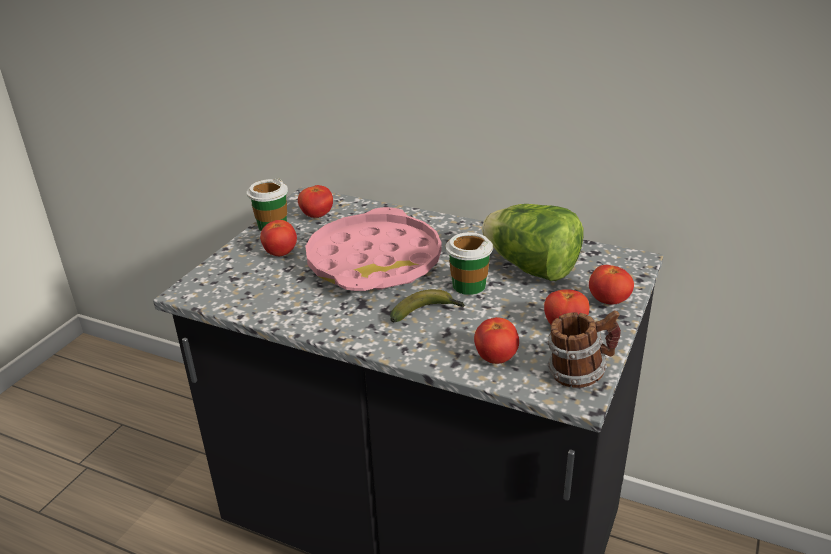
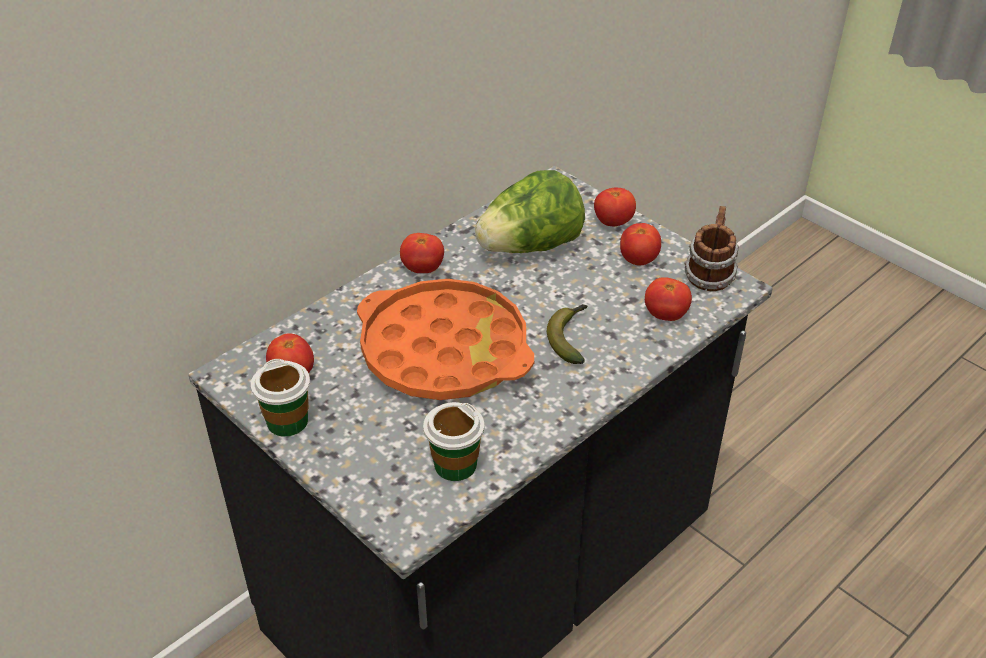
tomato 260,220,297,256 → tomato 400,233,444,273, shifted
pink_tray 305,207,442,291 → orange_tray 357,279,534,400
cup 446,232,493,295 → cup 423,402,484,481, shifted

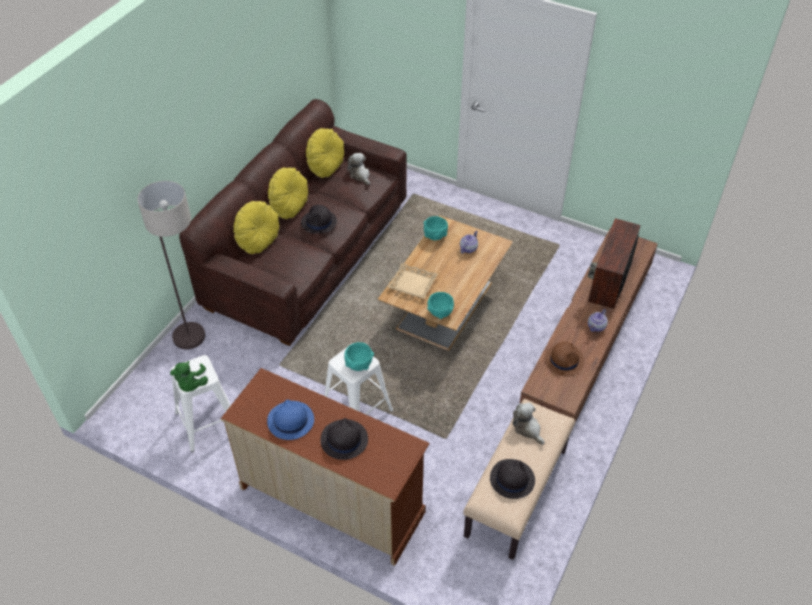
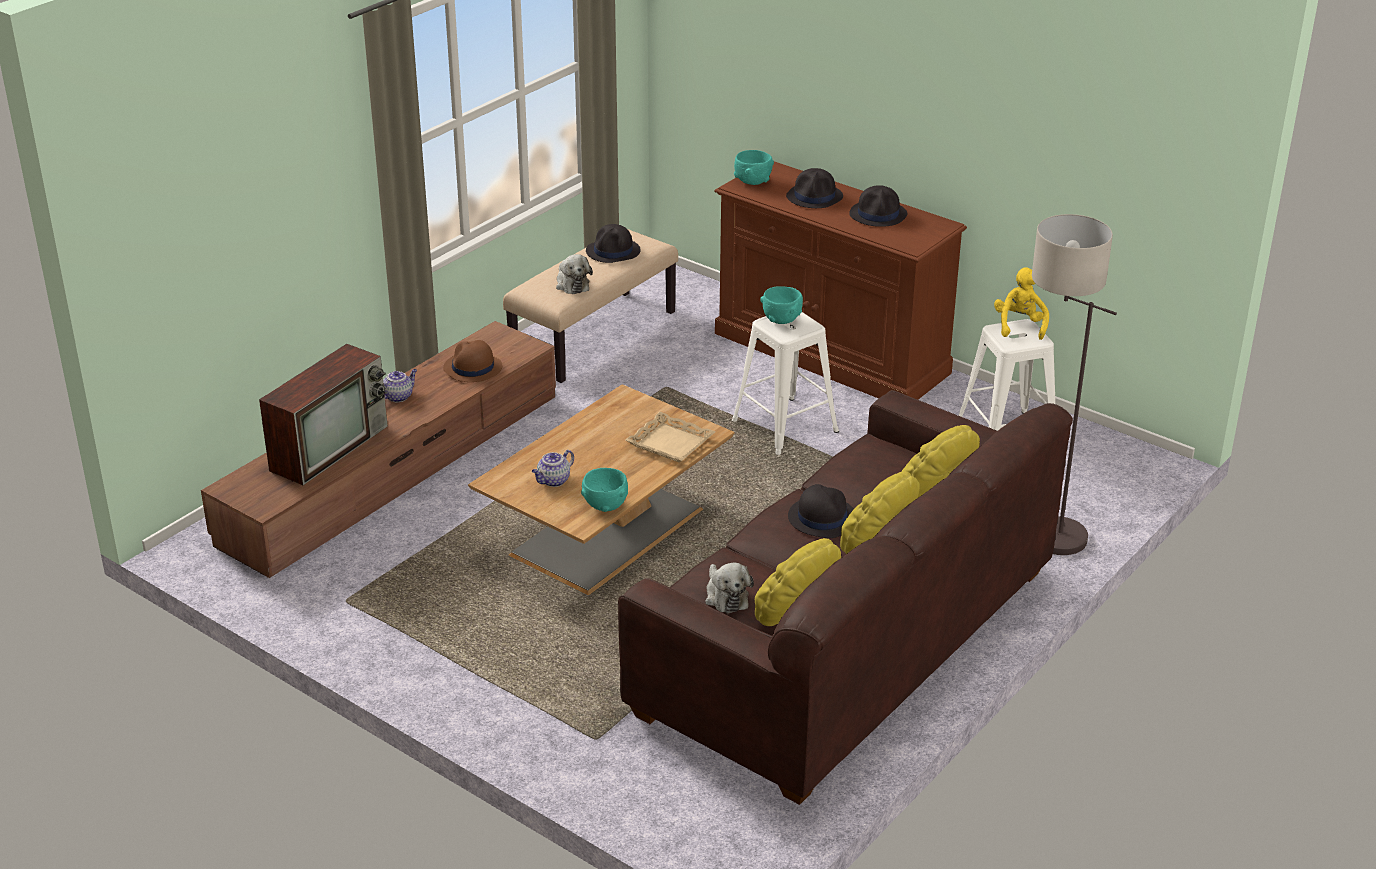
green_plush_toy 170,361,208,392 → yellow_plush_toy 994,267,1049,340
blue_hat 267,400,314,440 → black_hat 849,185,908,227
turquoise_bowl 427,292,454,319 → turquoise_bowl 734,150,774,185, shifted

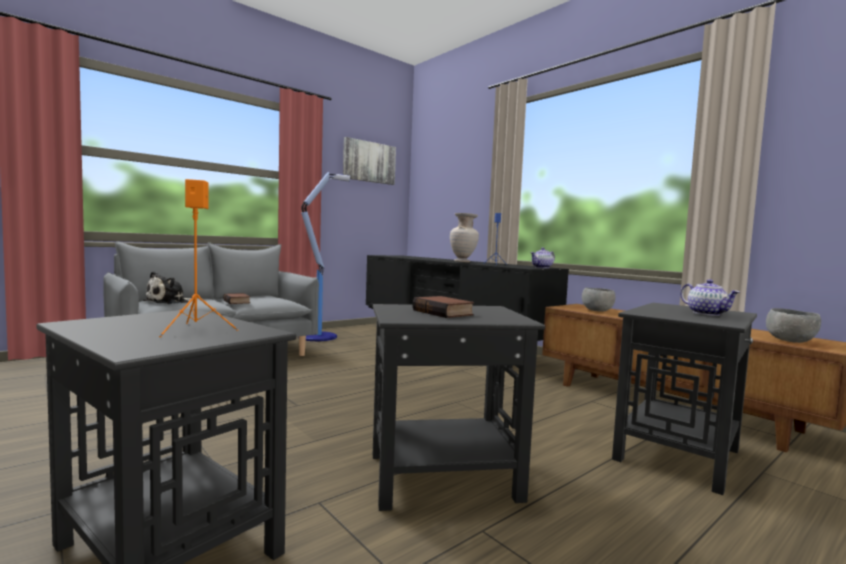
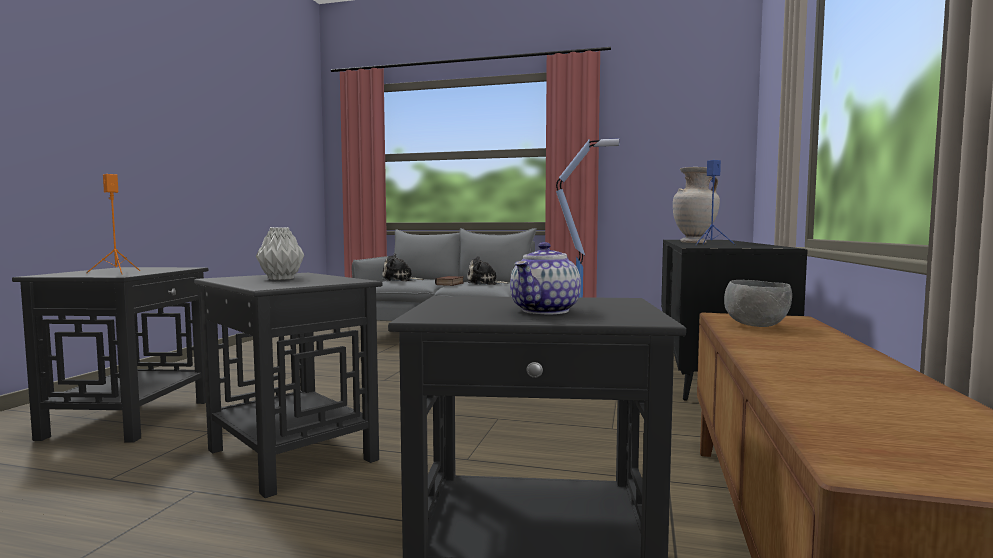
picture 343,137,396,185 → -
book 413,296,474,318 → grey_vase 256,227,304,280
teapot 530,248,555,268 → -
grey_bowl 766,308,821,343 → -
- → plush_toy 467,256,509,285

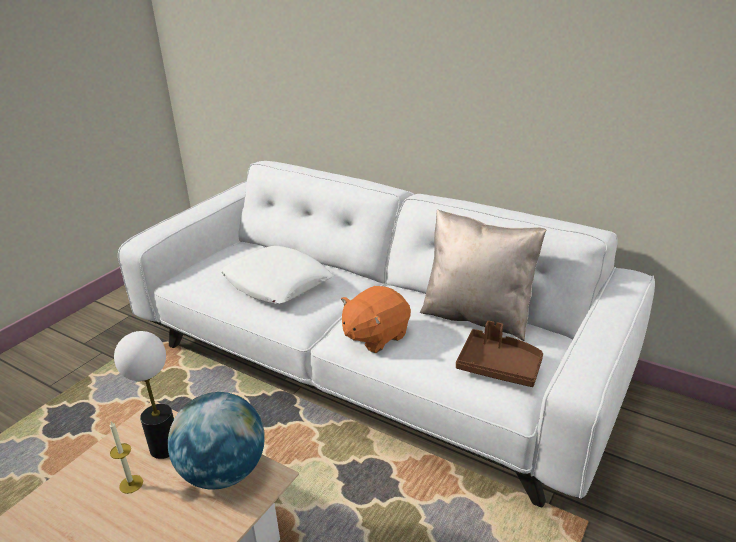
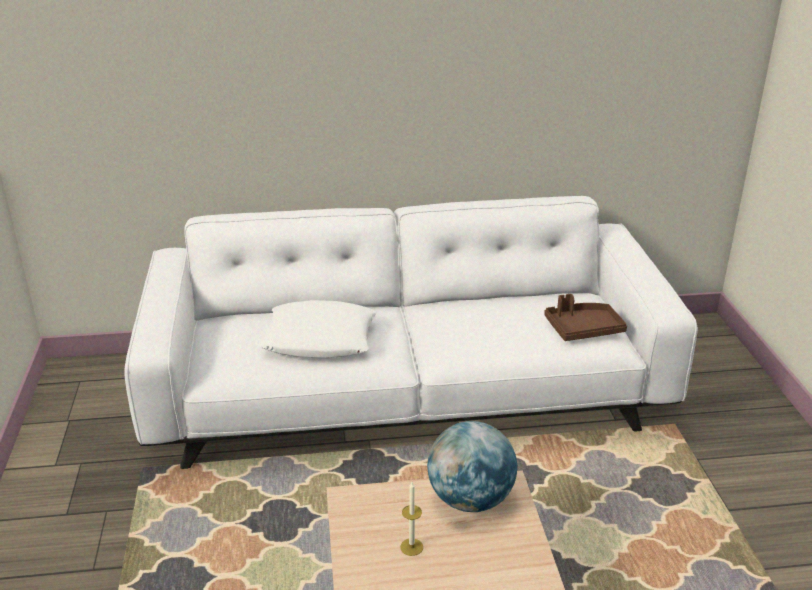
table_lamp 114,331,174,459 → -
orange_plush_toy 341,286,411,353 → -
beige_pillow 420,209,546,341 → -

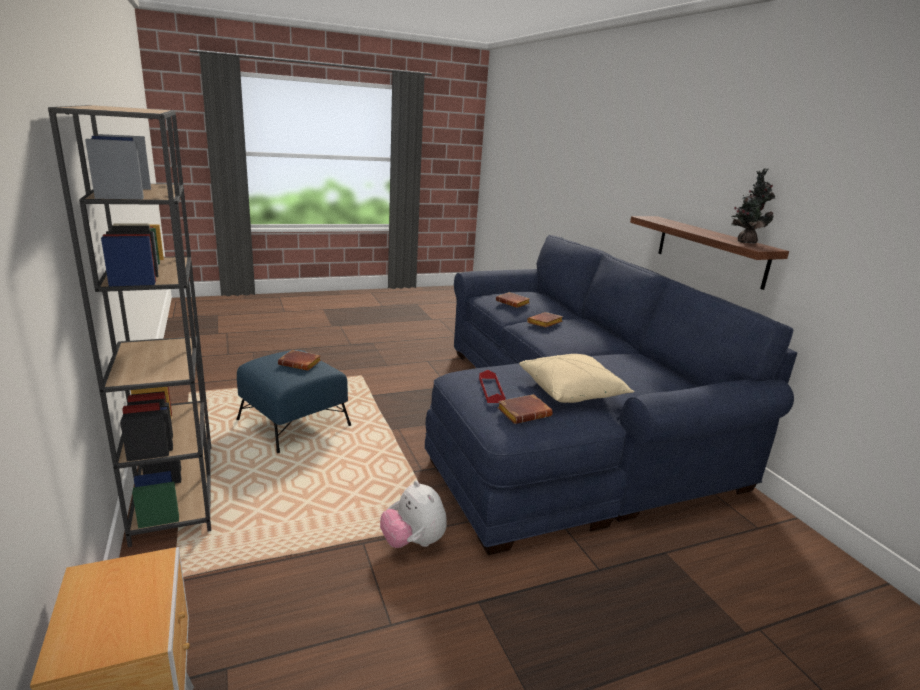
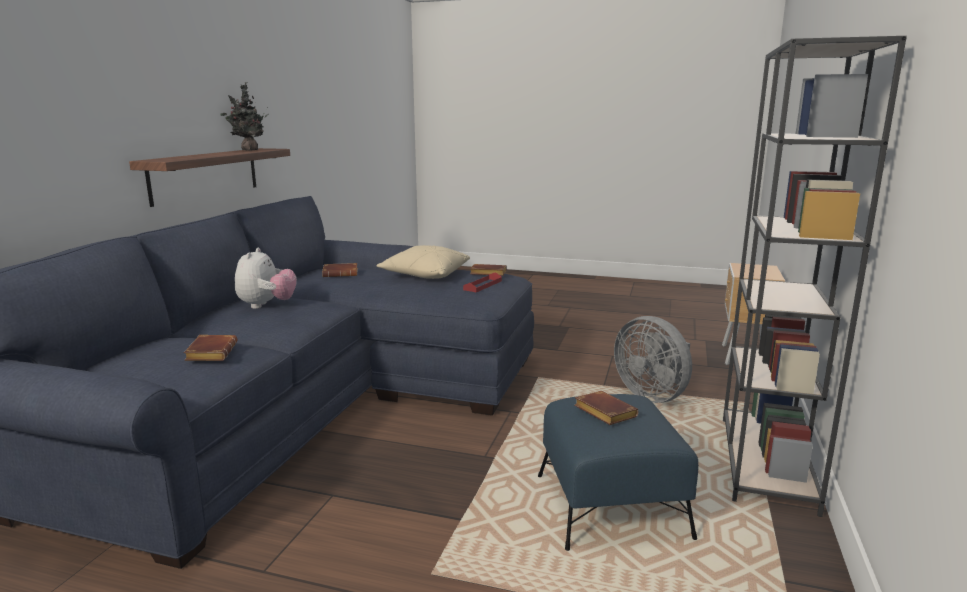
plush_toy 380,481,447,548 → plush_toy 235,248,297,309, shifted
brown_book 527,312,563,328 → brown_book 322,263,358,277, shifted
- → grey_fan 614,316,692,403

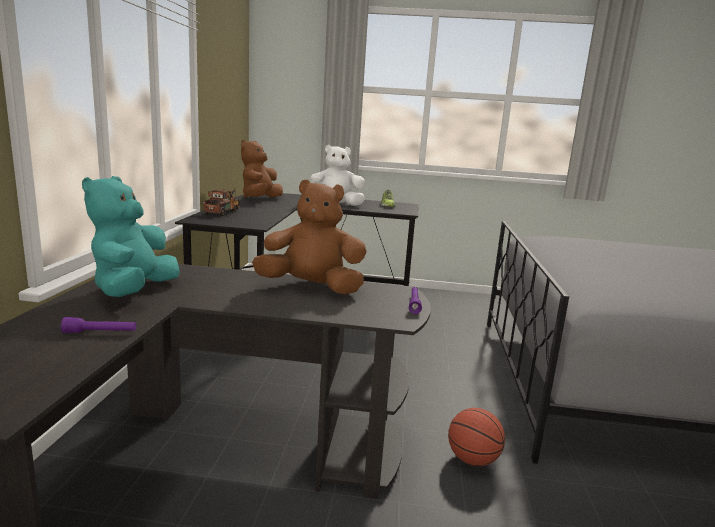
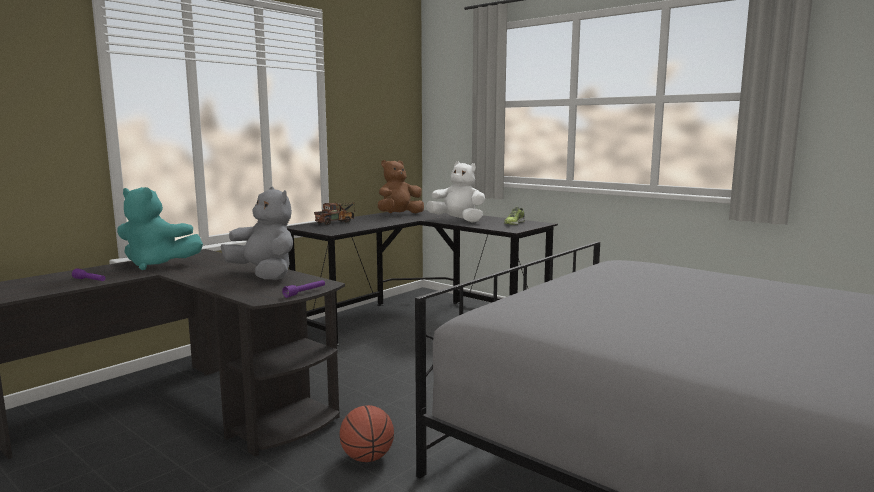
turquoise_plush_toy 82,176,180,297 → turquoise_plush_toy 117,187,203,270, 120 degrees counterclockwise
brown_plush_toy 252,179,367,294 → grey_plush_toy 221,187,293,280

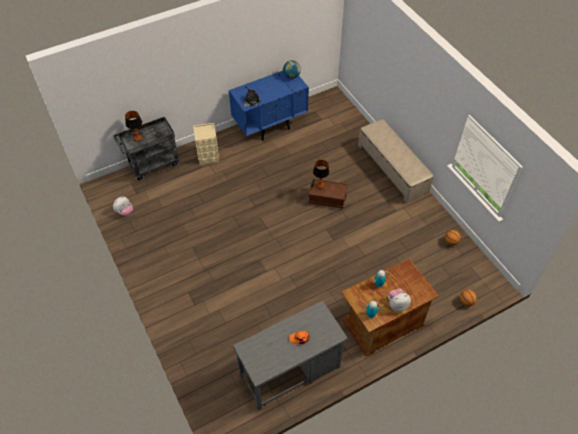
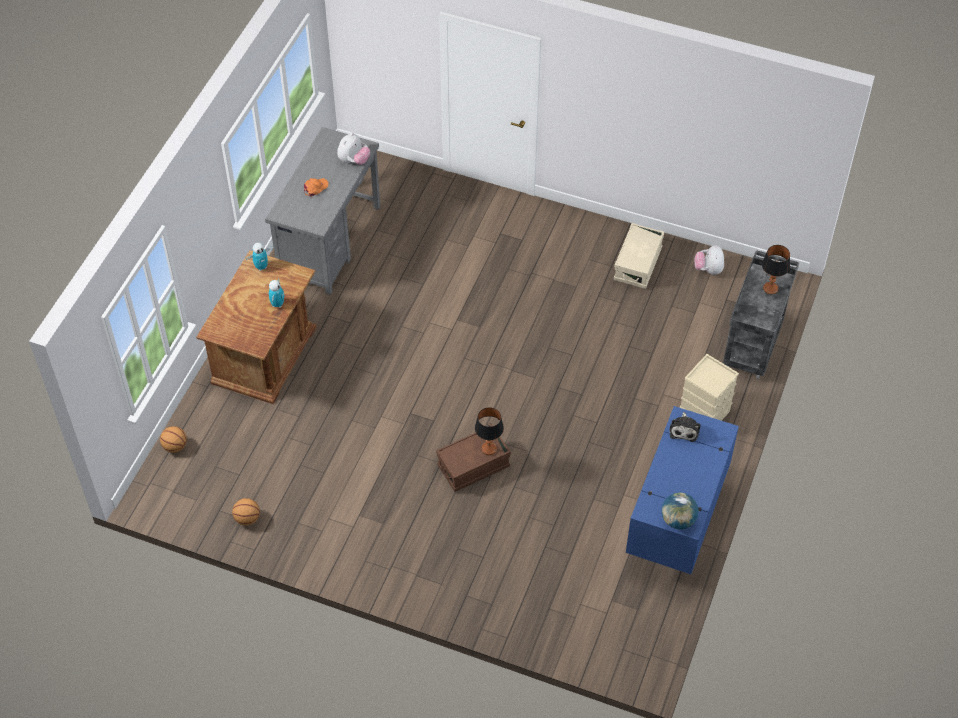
beige_bench 358,119,433,203 → -
plush_toy 388,289,411,312 → plush_toy 337,133,370,165, shifted
- → beige_storage_box 614,223,664,289

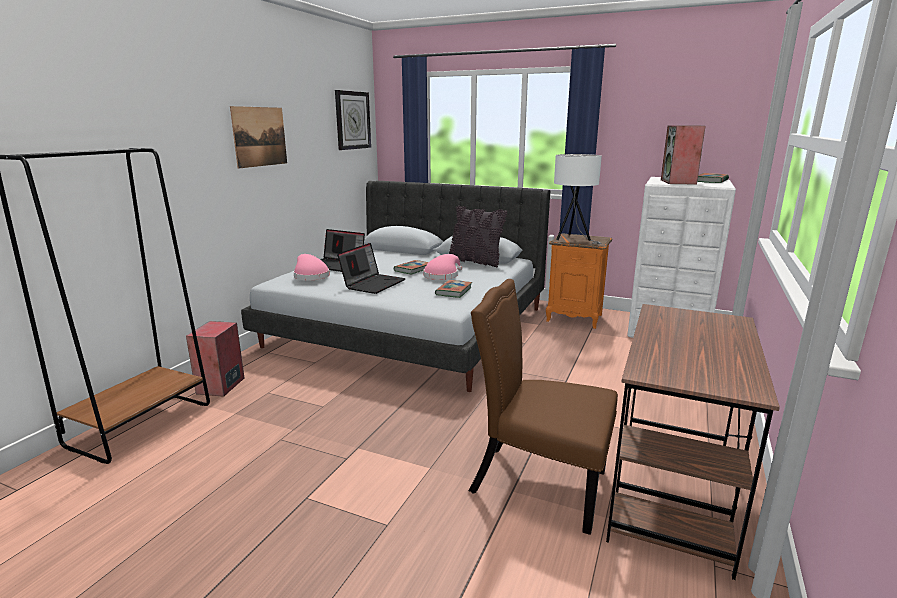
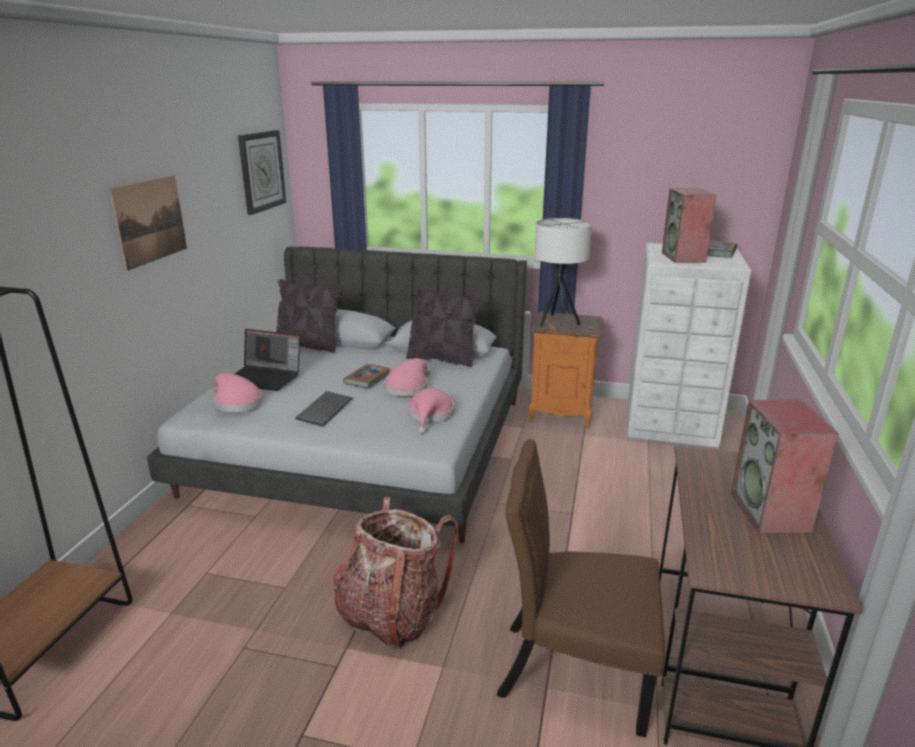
speaker 186,321,244,397 → speaker 731,400,839,534, shifted
laptop 337,243,406,294 → keyboard 295,391,352,427
book 435,280,472,298 → pink_hat 408,388,454,434
- → black_pillow 276,279,341,353
- → backpack 333,497,458,648

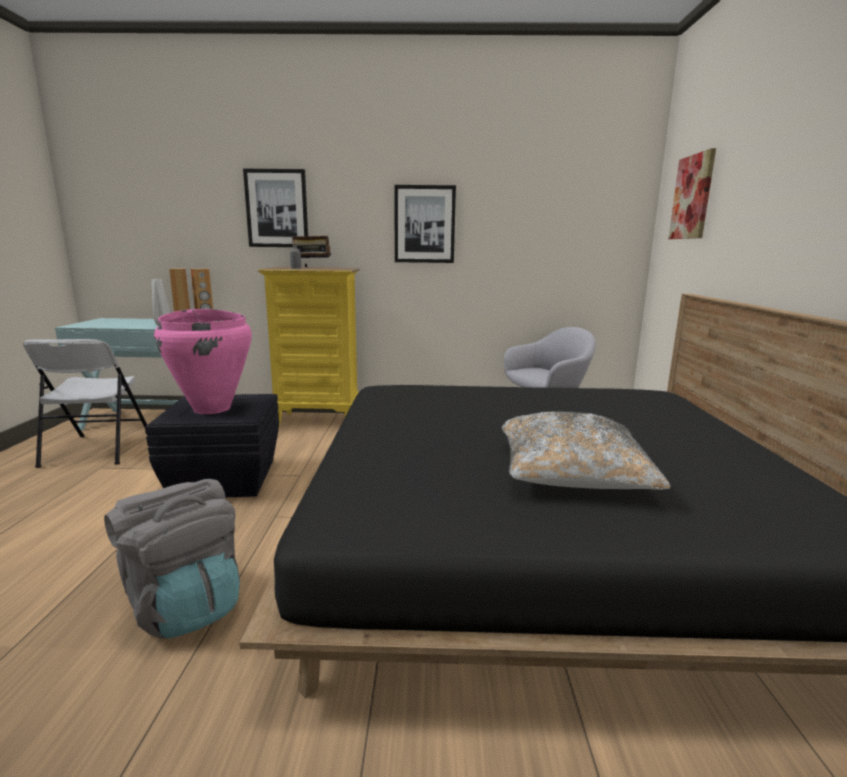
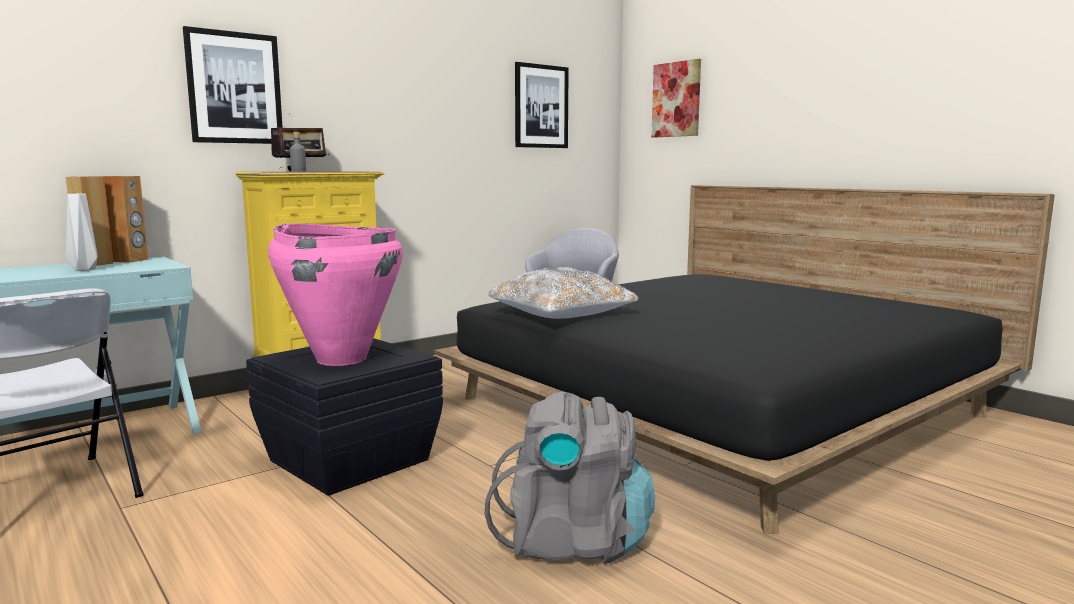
picture 395,185,456,263 → picture 515,62,569,148, shifted
white_pillow 501,411,670,490 → white_pillow 489,267,639,319, shifted

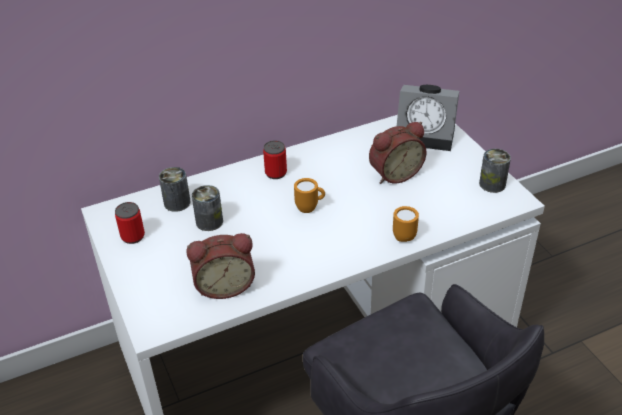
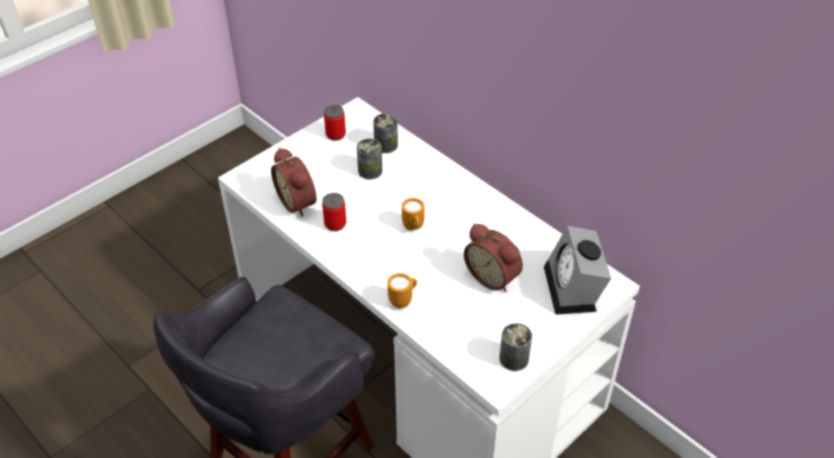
can 263,141,287,179 → can 322,193,346,231, shifted

